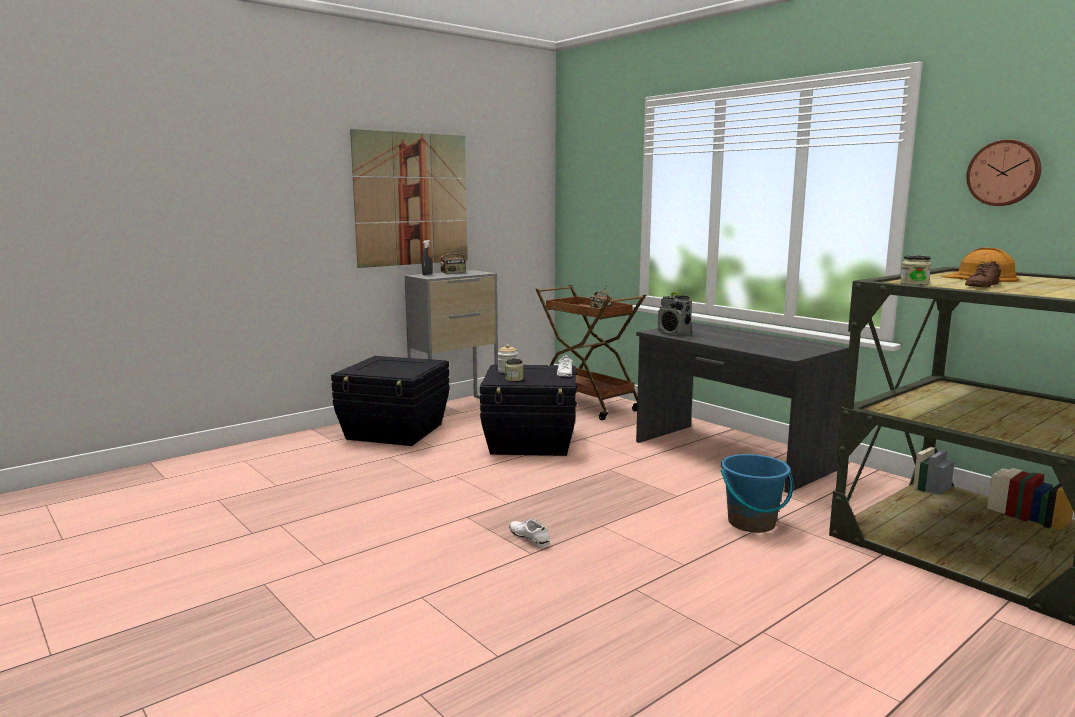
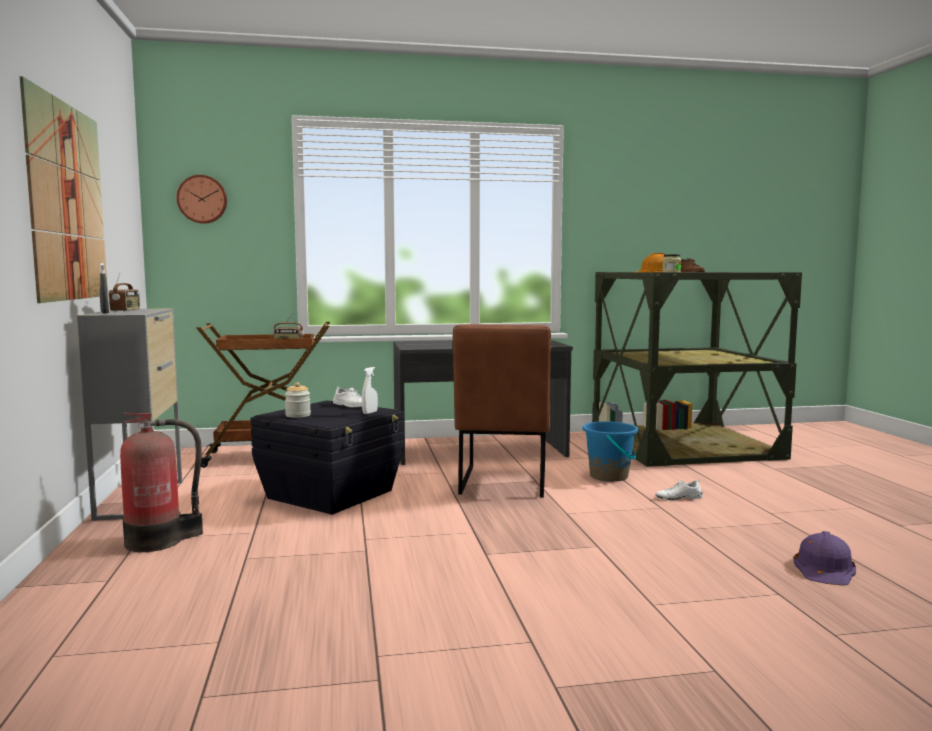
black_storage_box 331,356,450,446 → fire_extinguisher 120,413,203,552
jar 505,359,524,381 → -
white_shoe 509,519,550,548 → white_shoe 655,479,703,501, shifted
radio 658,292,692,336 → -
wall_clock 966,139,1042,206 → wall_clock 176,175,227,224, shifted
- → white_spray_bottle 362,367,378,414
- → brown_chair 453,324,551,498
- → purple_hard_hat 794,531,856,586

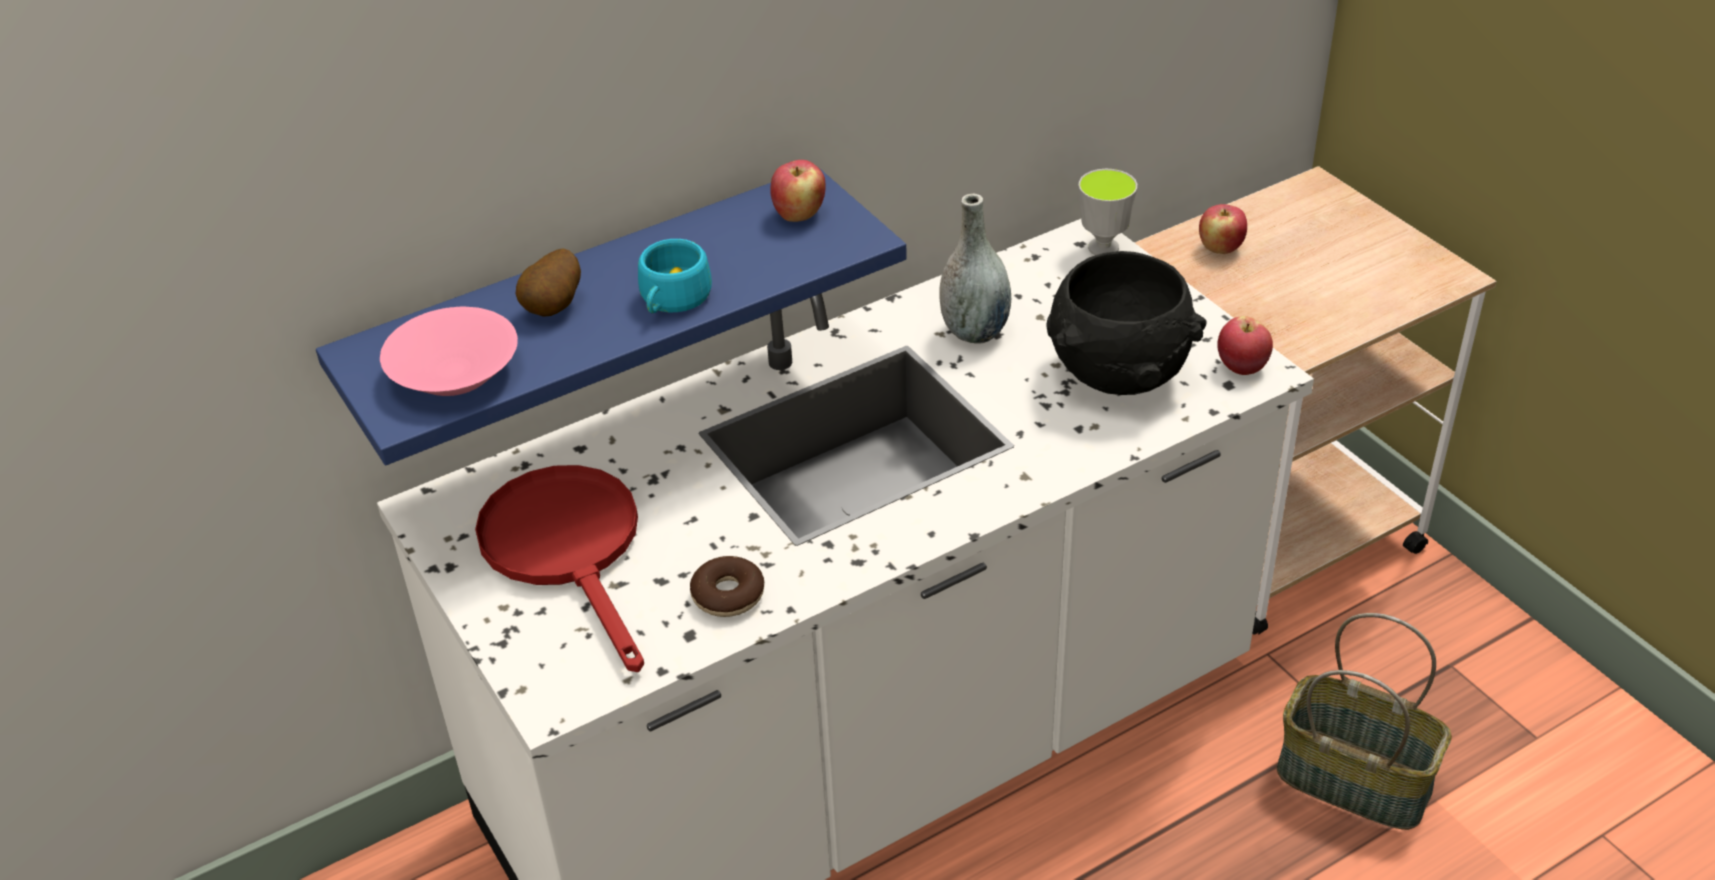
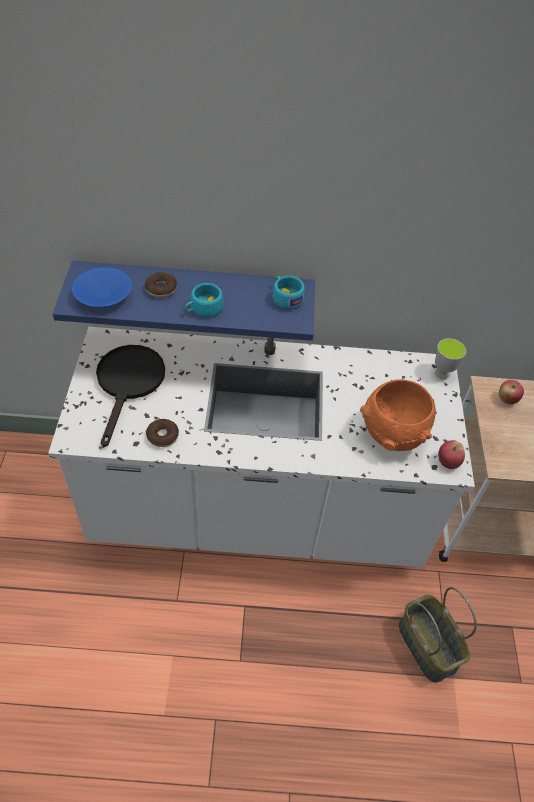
pink_bowl 380,307,518,396 → blue_bowl 72,267,132,308
red_frying_pan 475,465,644,672 → black_frying_pan 96,345,165,447
potato 516,248,581,317 → donut 145,272,177,298
apple 770,160,826,222 → turquoise_cup 272,276,305,310
grey_vase 939,194,1011,344 → -
black_bowl 1046,251,1207,395 → orange_bowl 360,379,436,451

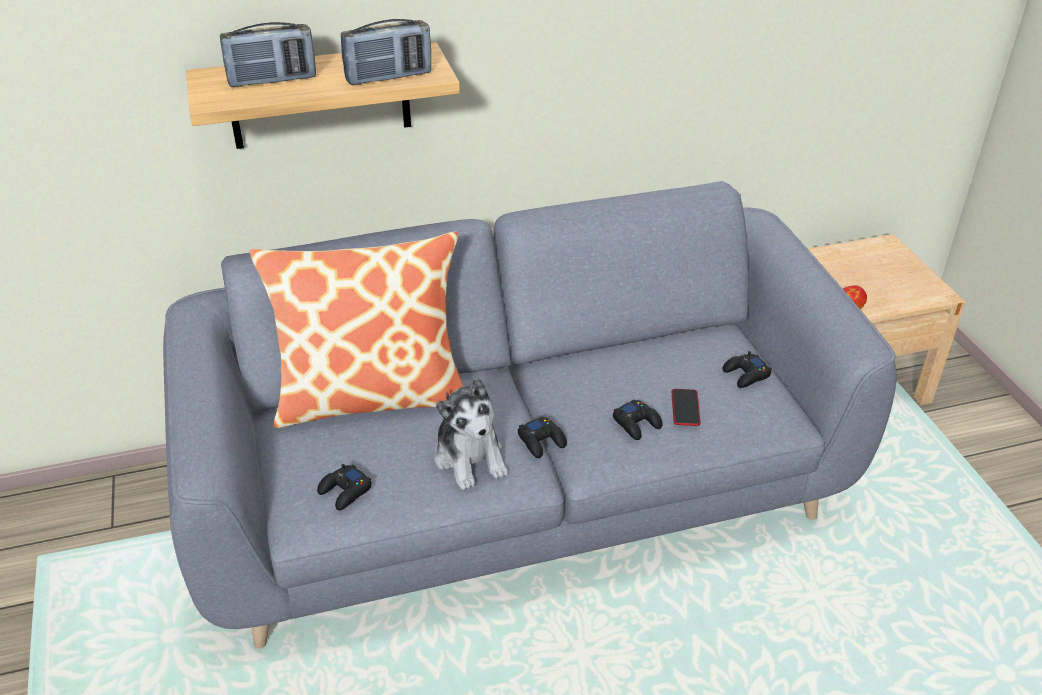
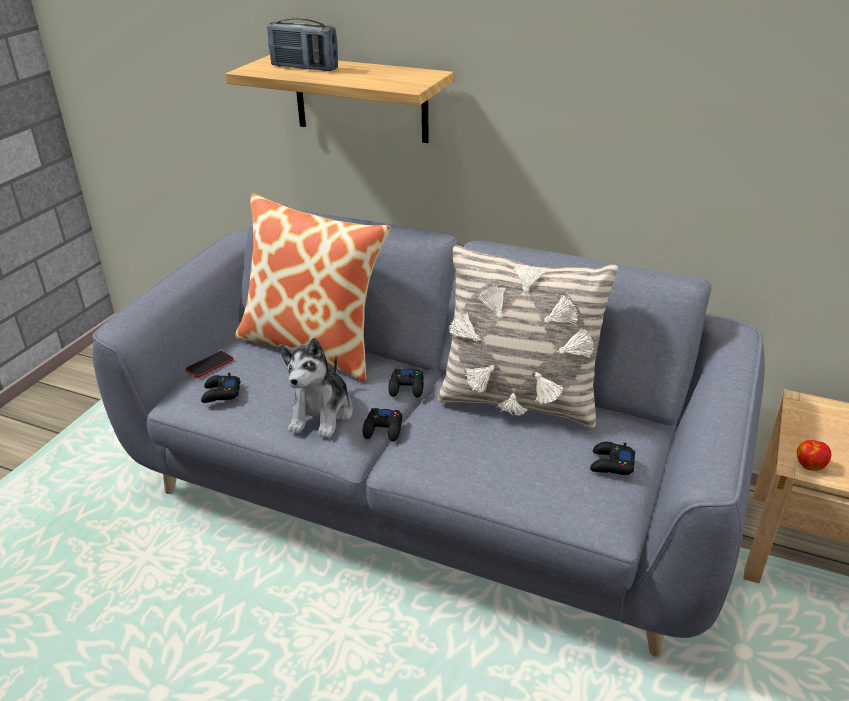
radio 341,19,431,85 → -
black_game_controller 613,400,663,440 → black_game_controller 389,369,424,398, shifted
phone 671,389,701,426 → phone 185,351,234,378, shifted
- → beige_pillow 438,245,618,428

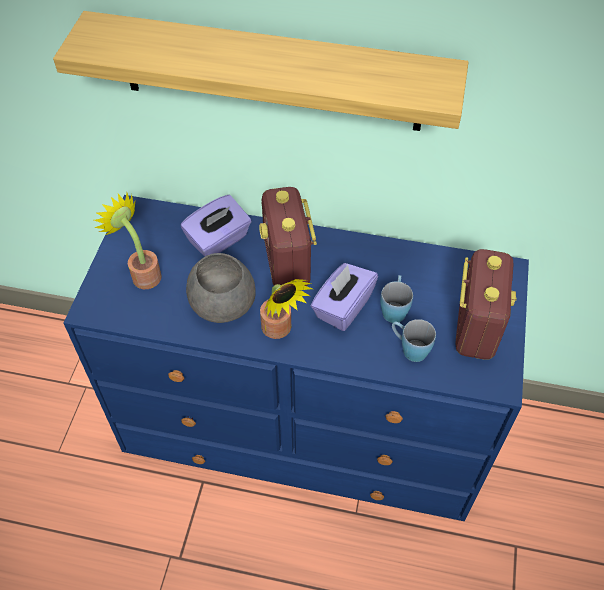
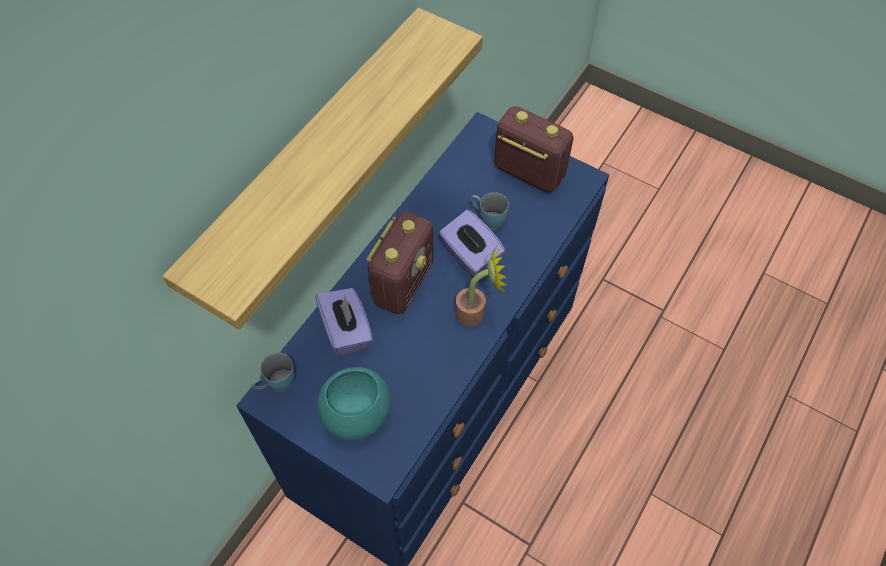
potted_plant 94,192,162,289 → turquoise_bowl 317,367,391,440
grey_bowl 186,253,256,323 → -
radio 259,187,317,286 → radio 366,212,434,314, 75 degrees counterclockwise
blue_mug 392,319,436,362 → blue_mug 251,352,295,392, shifted

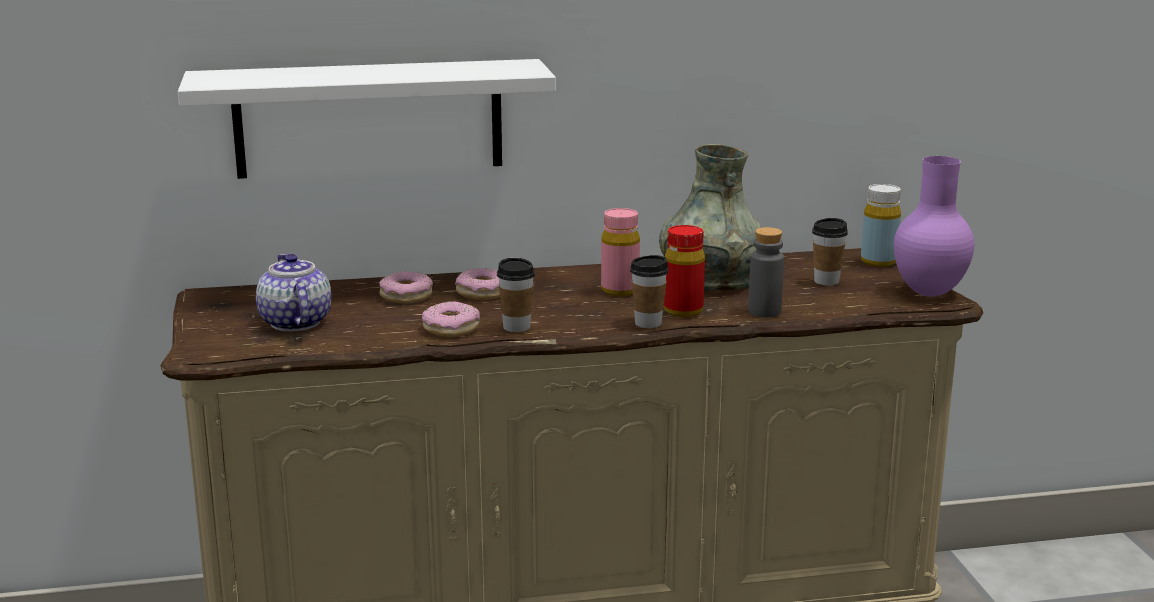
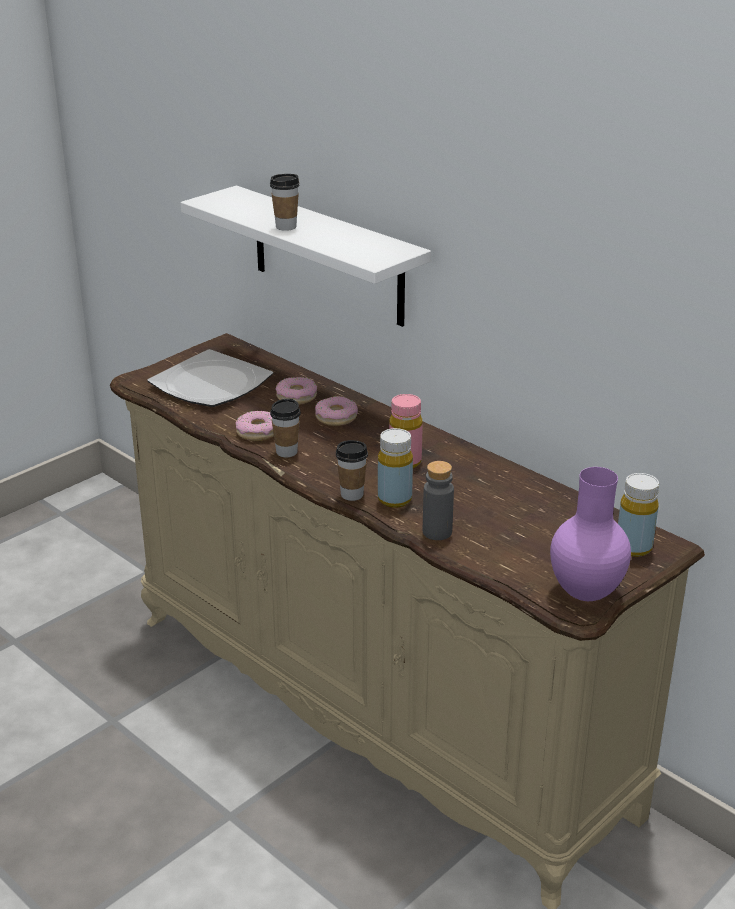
teapot 256,254,331,331 → plate 147,349,273,407
grey_vase 659,144,760,291 → -
red_bottle 664,225,705,317 → yellow_bottle 378,428,413,508
cup 812,218,848,286 → cup 270,174,300,231, shifted

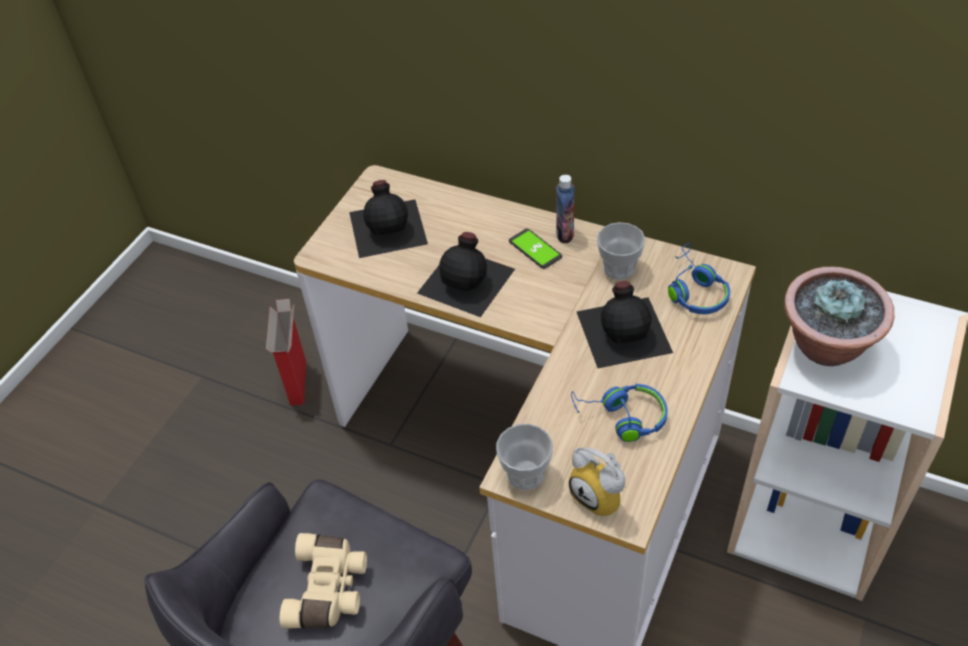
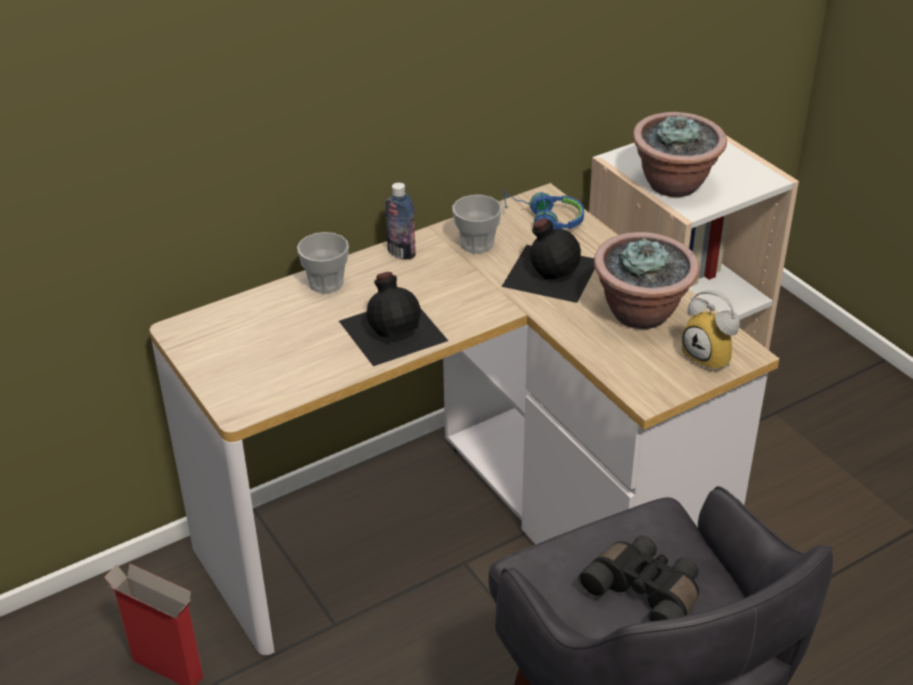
beige_binoculars 280,533,367,628 → black_binoculars 578,536,699,622
black_bottle 349,180,428,258 → -
cup 496,424,553,490 → cup 297,232,349,293, shifted
phone 509,229,562,269 → -
alarm_clock 569,447,625,517 → alarm_clock 682,290,740,372, 60 degrees clockwise
blue_headphones 571,384,668,442 → potted_plant 594,232,699,329

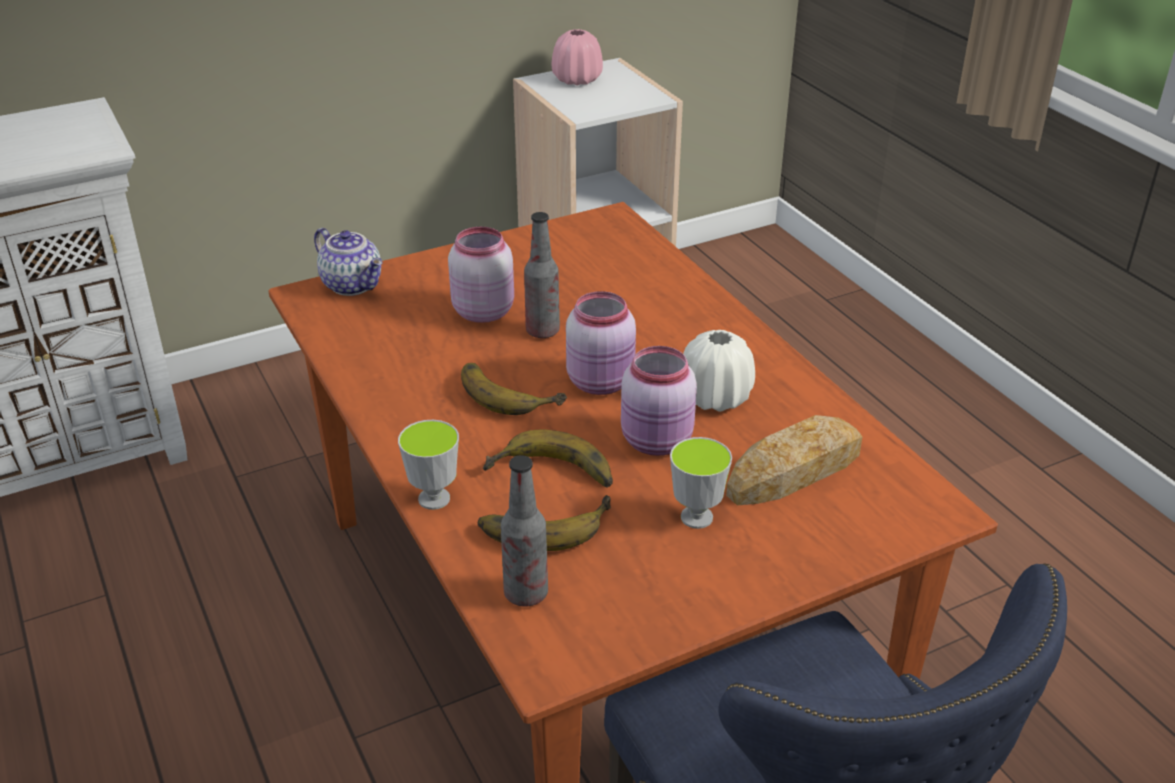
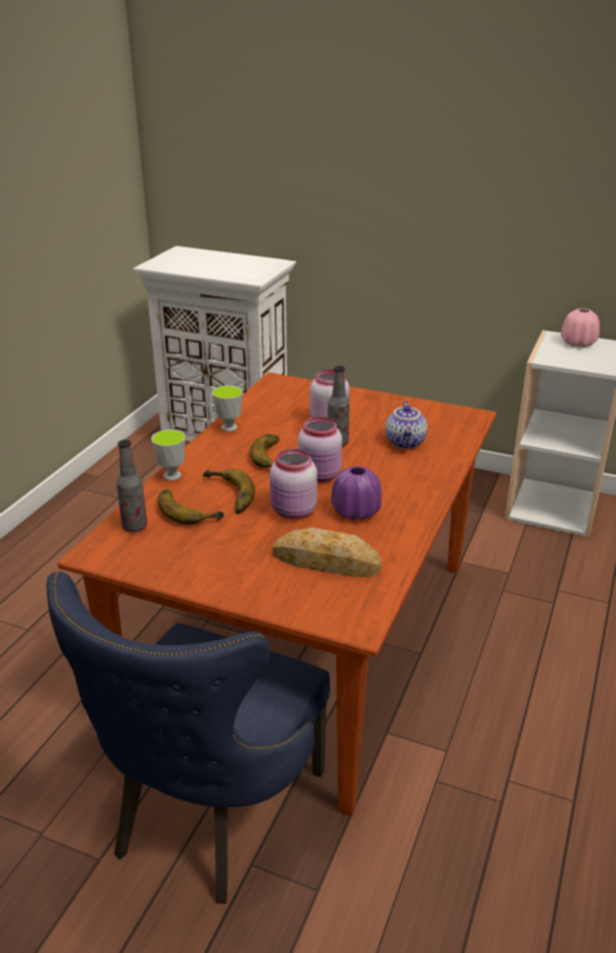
teapot 314,228,383,296 → teapot 385,401,427,449, shifted
cup 670,437,732,529 → cup 212,385,243,432, shifted
white_vase 683,330,755,412 → purple_vase 331,466,381,521

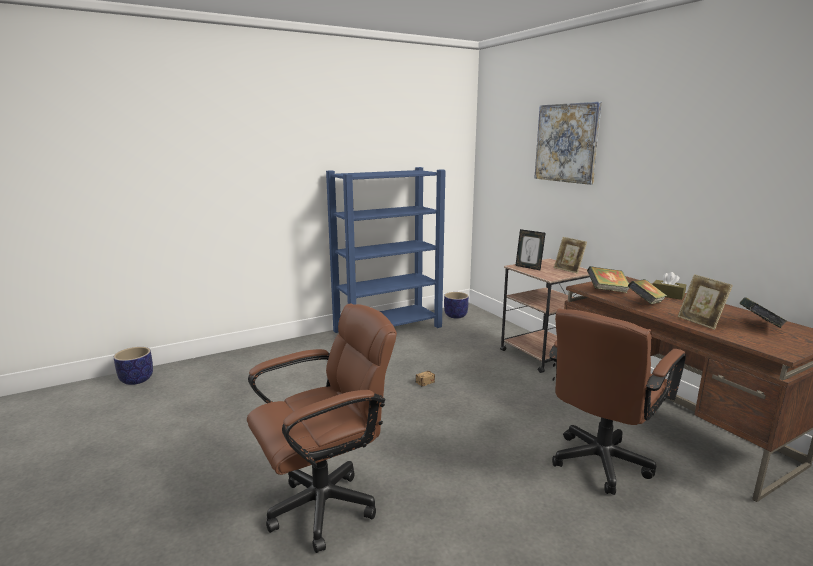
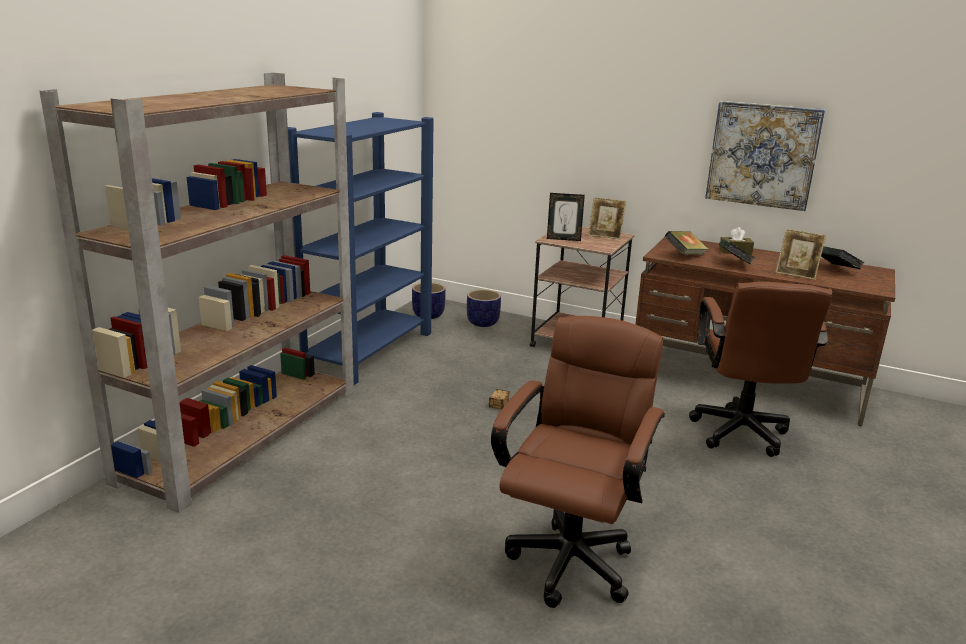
planter 114,347,153,385 → planter 467,289,501,327, shifted
picture 534,102,602,185 → picture 705,101,825,211, shifted
- → brown_bookcase 40,73,354,513

